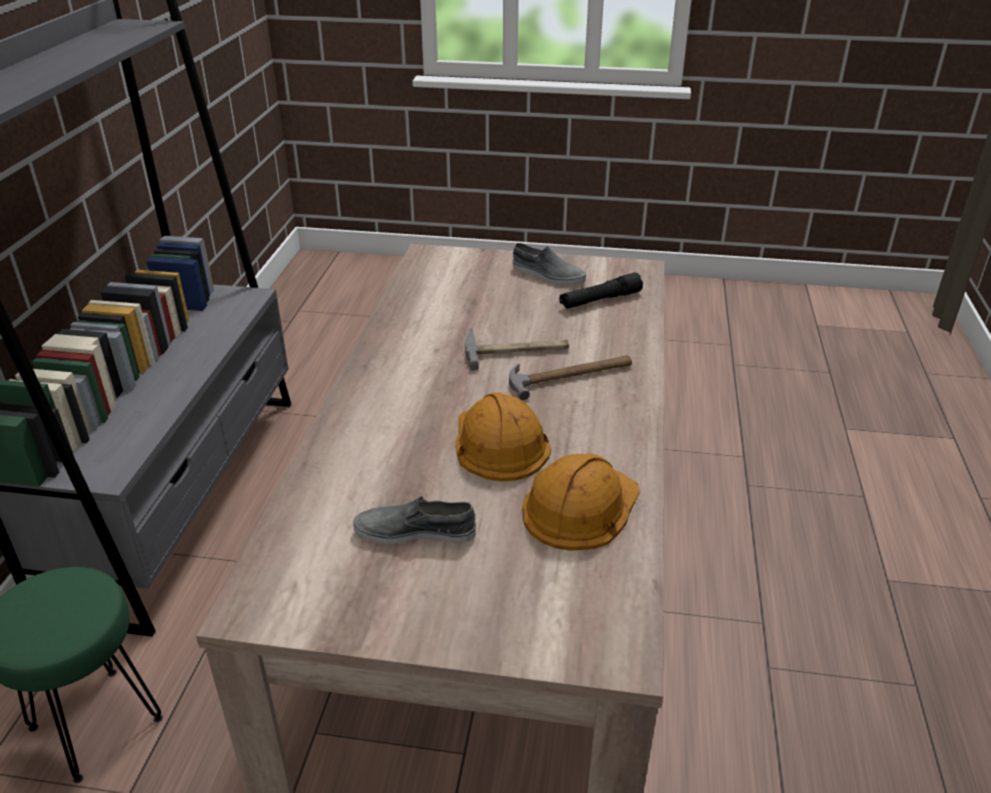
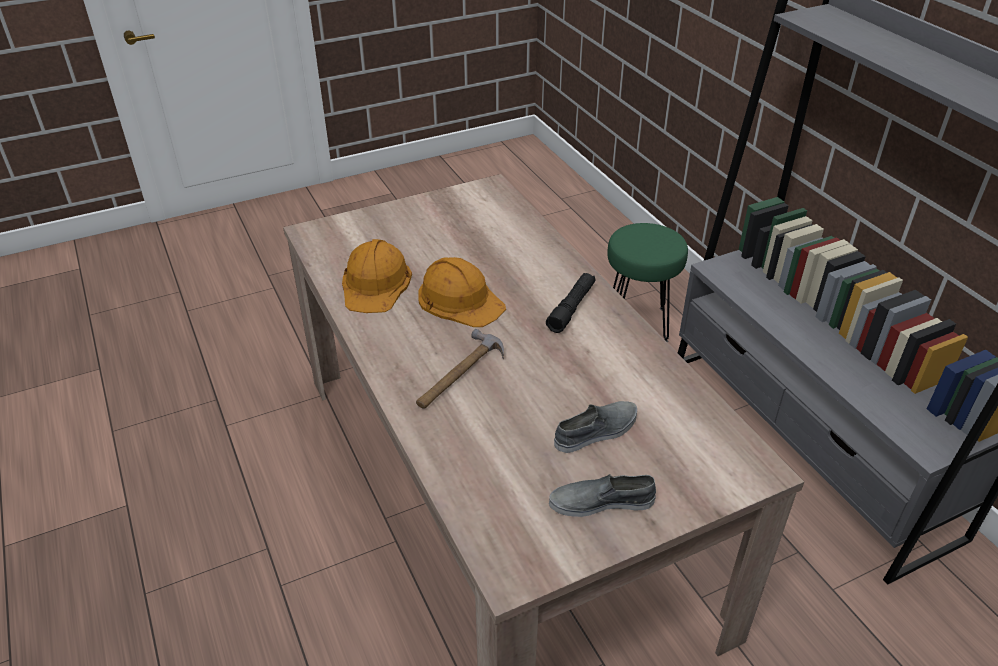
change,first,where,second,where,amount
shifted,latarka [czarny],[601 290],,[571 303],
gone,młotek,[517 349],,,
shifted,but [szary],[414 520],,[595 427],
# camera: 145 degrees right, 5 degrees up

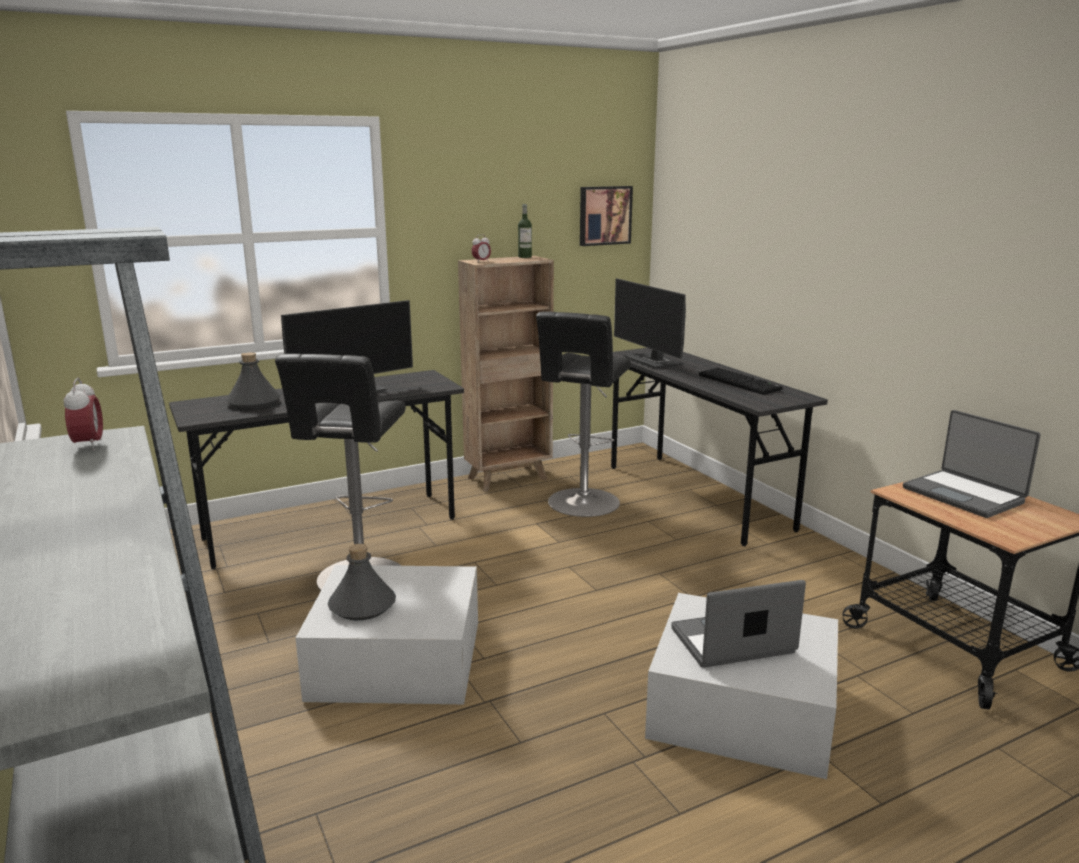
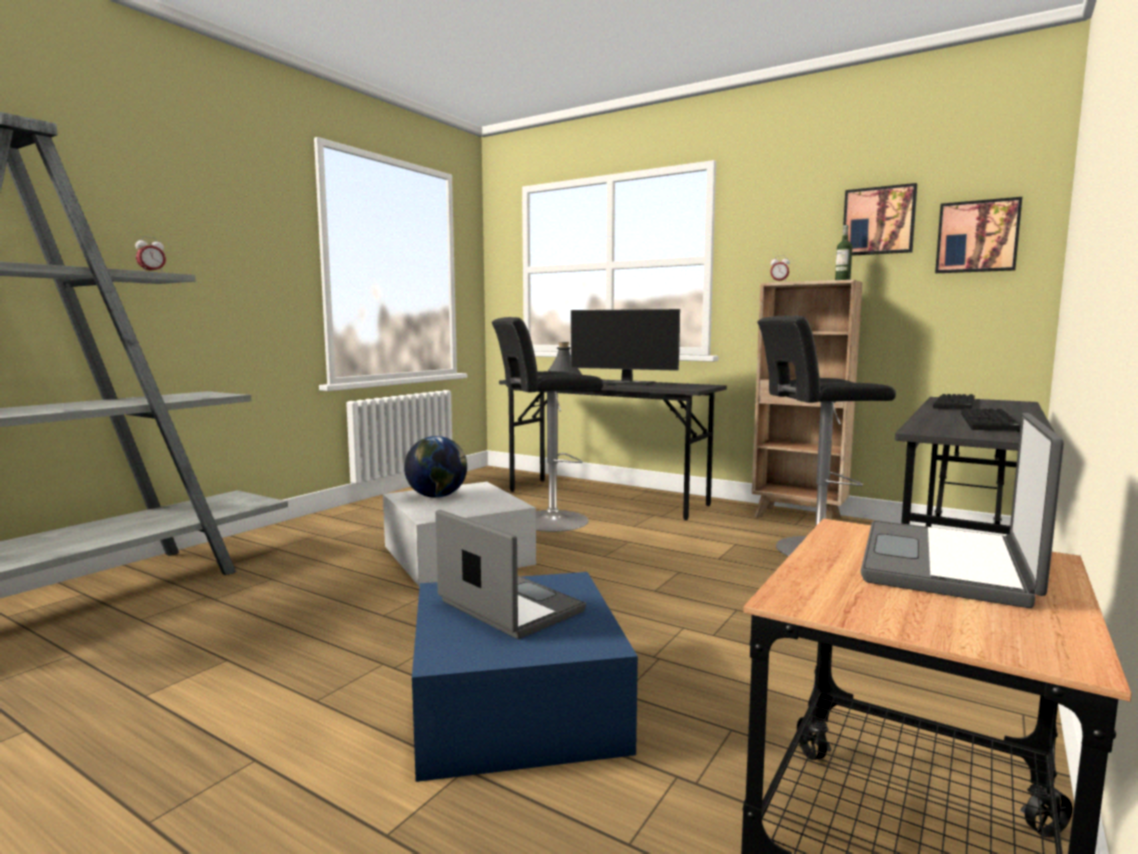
change,first,where,second,where,amount
swapped,monitor,[650 323],klawiatura,[954 401],
swapped,butelka [szary],[362 582],globus,[435 467],
repainted,pojemnik do przechowywania [biały],[741 686],pojemnik do przechowywania [niebieski],[525 677],
new,,,obraz,[880 219],
# camera: 60 degrees right, 10 degrees down

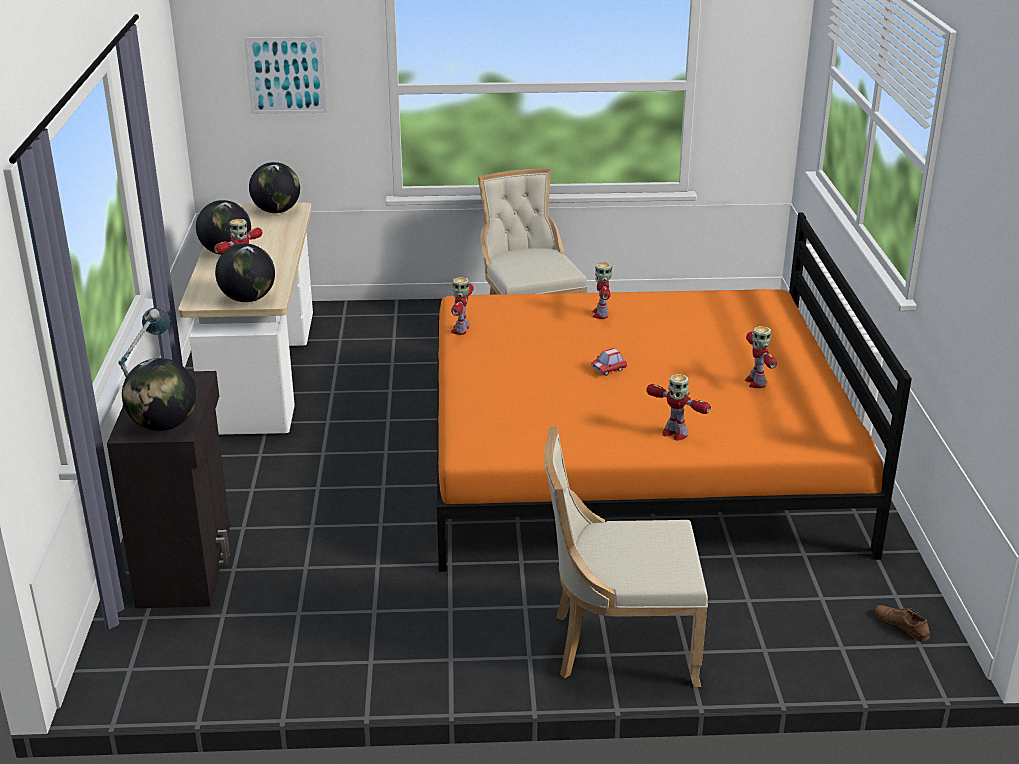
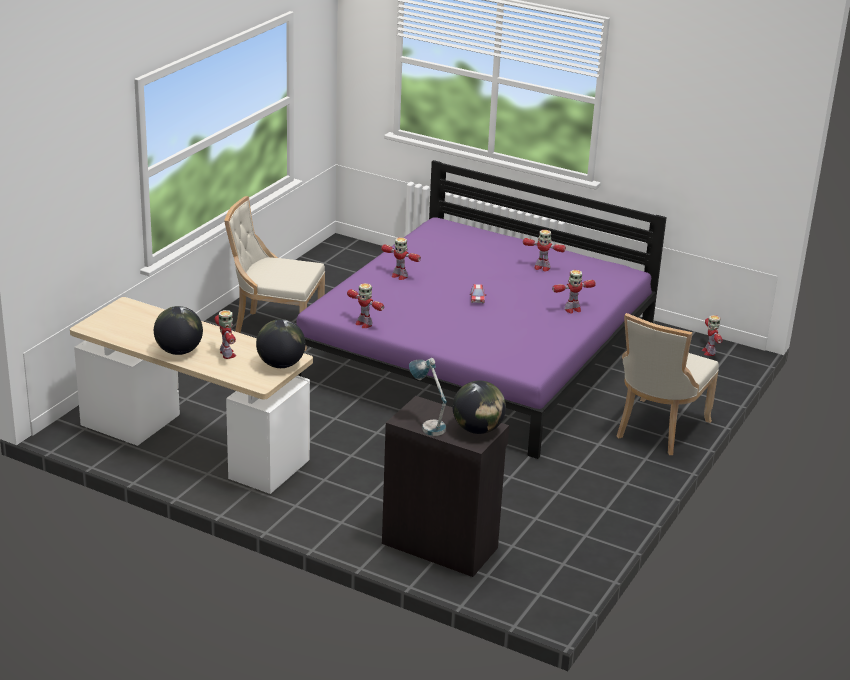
change,first,where,second,where,amount
gone,obraz,[285 75],,,
gone,globus,[274 187],,,
repainted,łóżko [pomarańczowy],[674 392],łóżko [fioletowy],[481 309],
swapped,but [brązowy],[902 623],robot zabawkowy,[712 335],
# camera: 60 degrees left, 0 degrees up

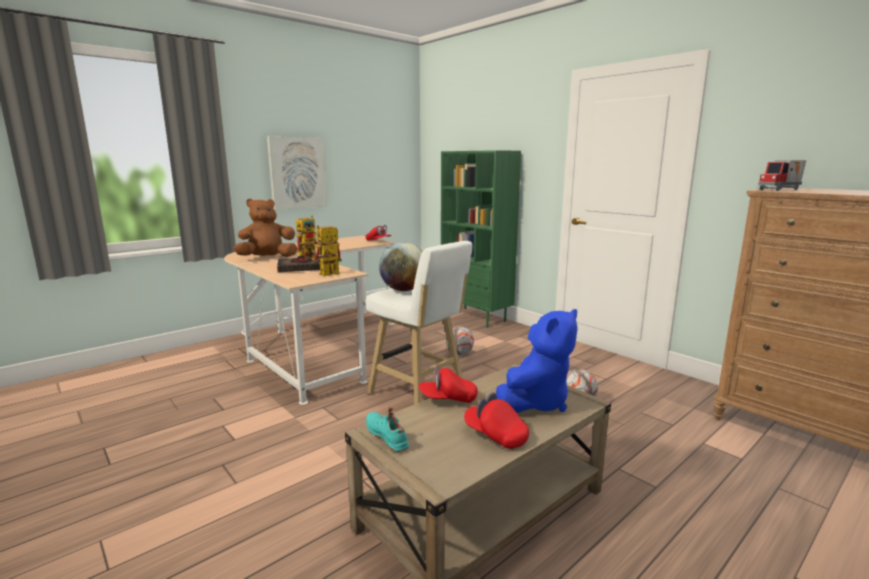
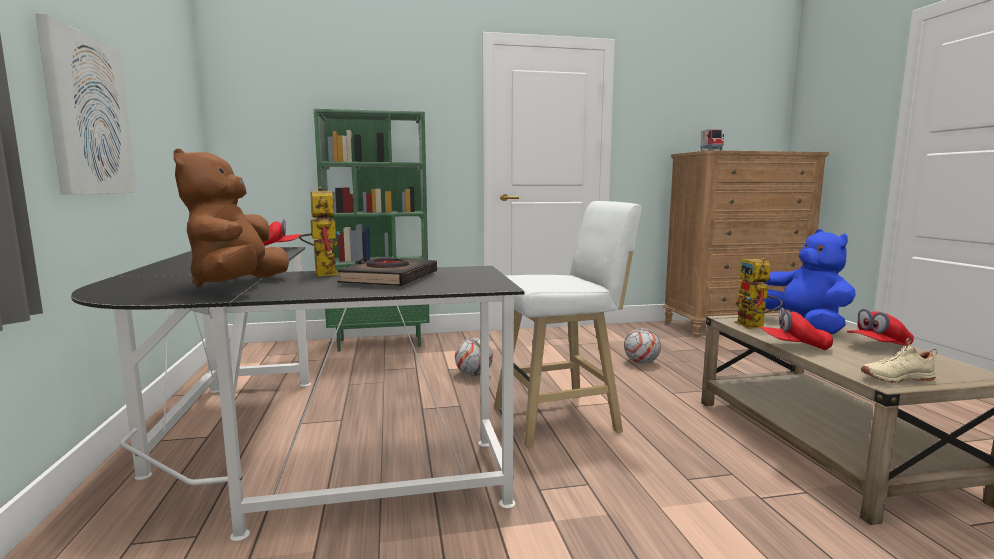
change,first,where,second,where,amount
shifted,robot zabawkowy,[327 250],,[759 293],
repainted,biurko [beżowy],[309 320],biurko [czarny],[298 394],
gone,globus,[401 266],,,
rotated,czapka z daszkiem [czerwony],[448 383],,[797 328],75 degrees clockwise
repainted,but [turkusowy],[387 429],but [beżowy],[899 360],
# camera: 60 degrees left, 5 degrees down

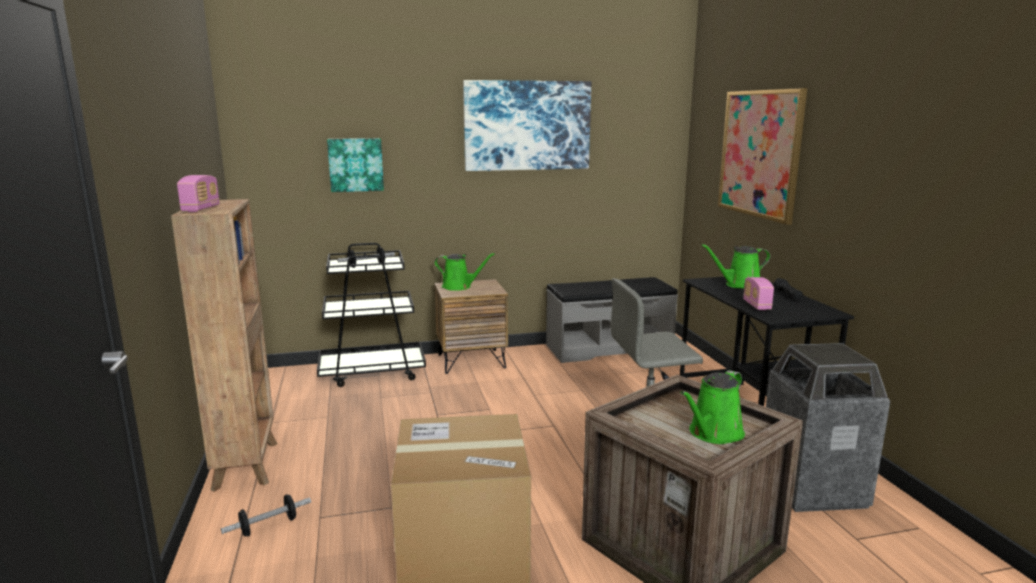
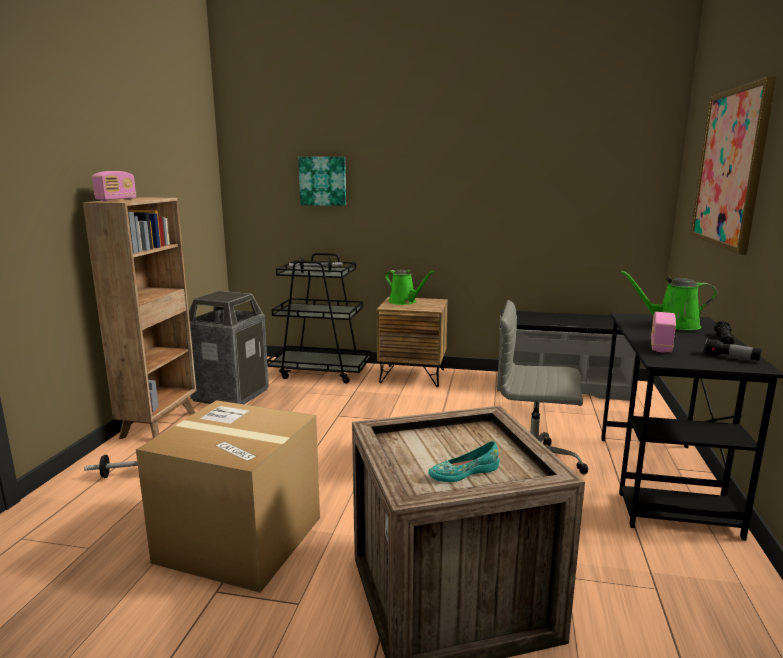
change,first,where,second,where,amount
gone,obraz,[527 125],,,
shifted,kosz na śmieci,[828 427],,[229 347],
swapped,konewka [zielony],[712 407],but [turkusowy],[463 461],
new,,,latarka,[733 349],
# camera: 25 degrees right, 0 degrees up

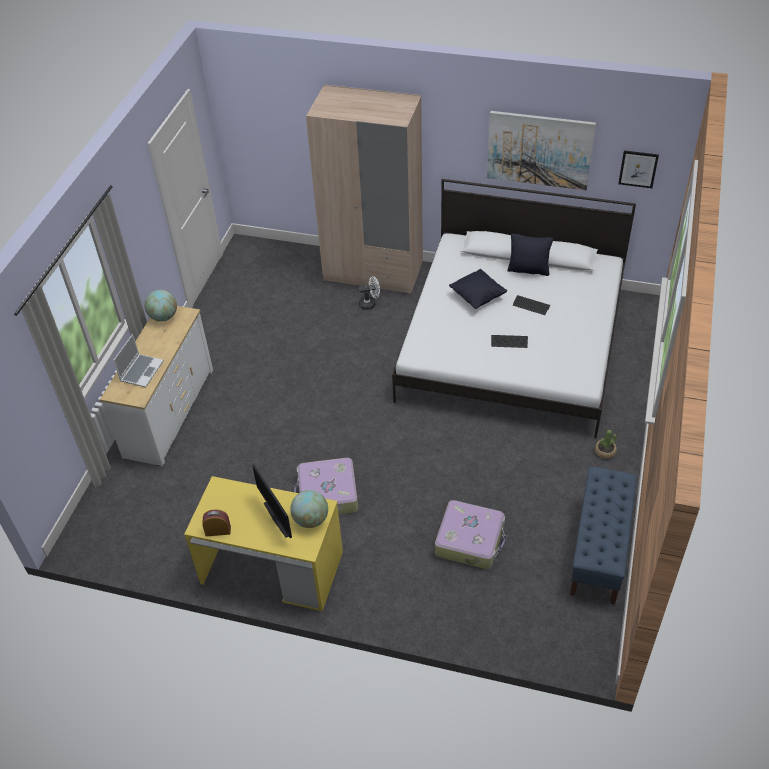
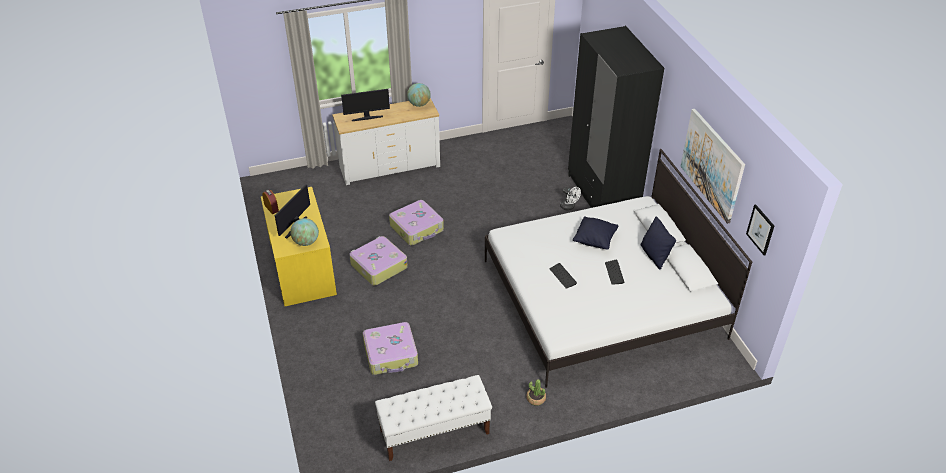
change,first,where,second,where,amount
repainted,szafa [beżowy],[364 189],szafa [czarny],[616 117],
swapped,laptop,[138 360],monitor,[365 105],
repainted,ławka [niebieski],[603 536],ławka [biały],[433 418],
new,,,walizka,[416 222],
# camera: 55 degrees right, 5 degrees down

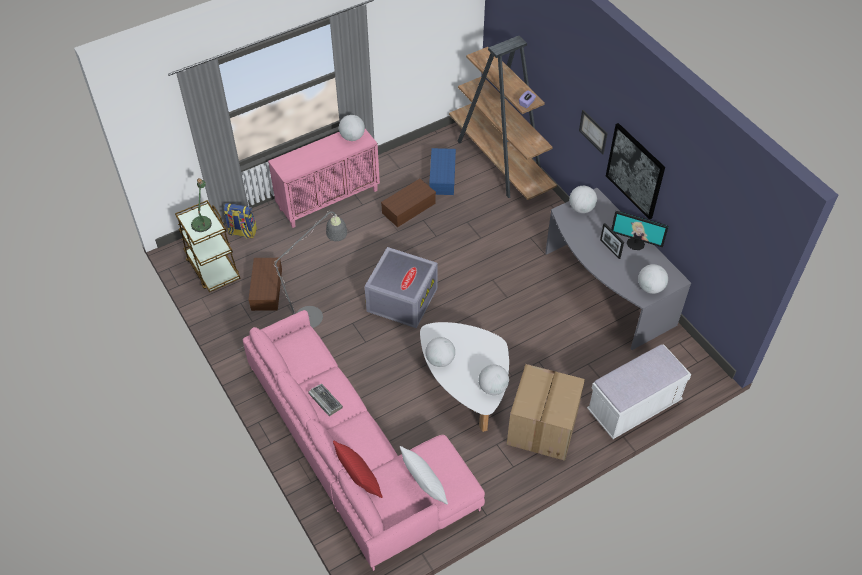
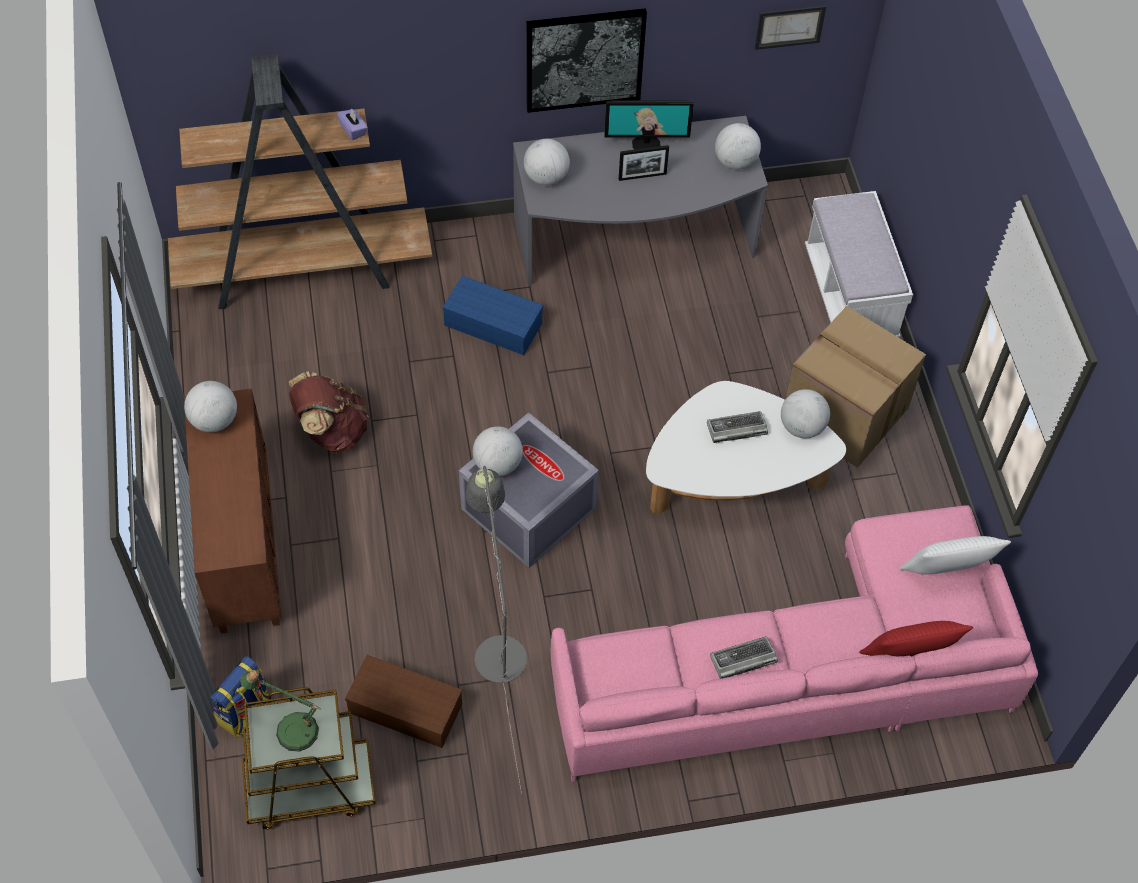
change,first,where,second,where,amount
shifted,obraz,[593 132],,[790 27],
repainted,szafka [różowy],[324 178],szafka [brązowy],[233 511],
shifted,pojemnik do przechowywania [niebieski],[442 171],,[492 315],
swapped,pojemnik do przechowywania [brązowy],[408 203],plecak [brązowy],[329 412],
rotated,monitor,[640 230],,[649 124],45 degrees clockwise
shifted,globus,[440 352],,[498 451],
new,,,klawiatura,[737 427],
# camera: 70 degrees left, 5 degrees up

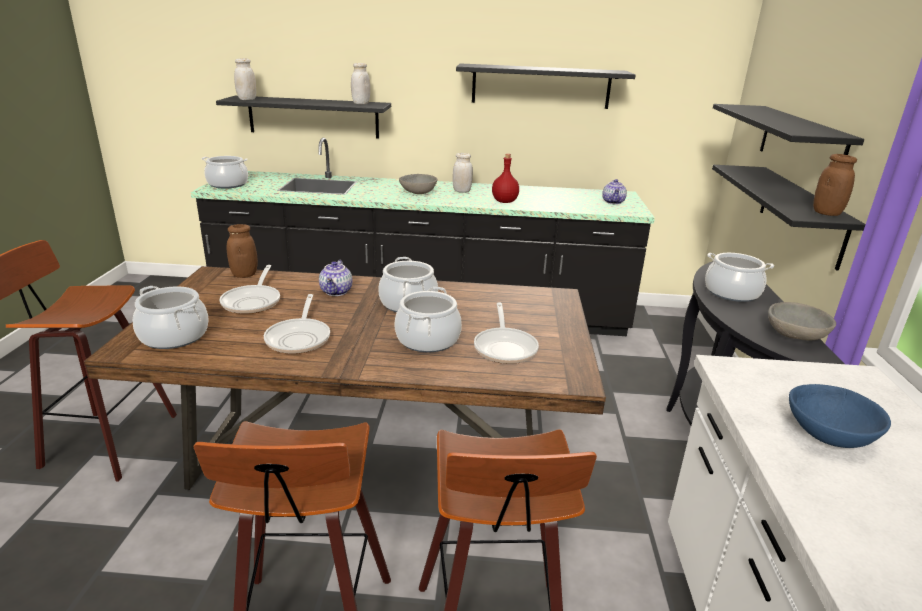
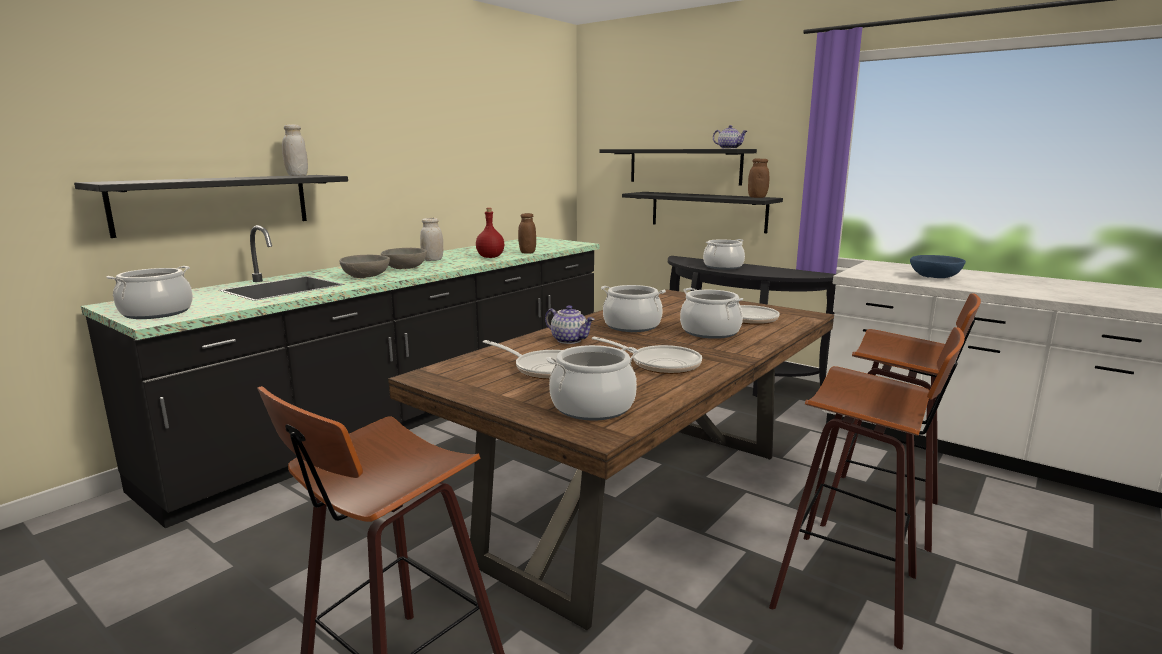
change,first,where,second,where,amount
gone,słoik [biały],[245 79],,,
gone,półka [czarny],[546 86],,,
shifted,imbryk,[614 191],,[730 137],
shifted,słoik [brązowy],[242 251],,[527 233],
shifted,miska [szary],[802 321],,[364 266],
# camera: 55 degrees left, 10 degrees down

